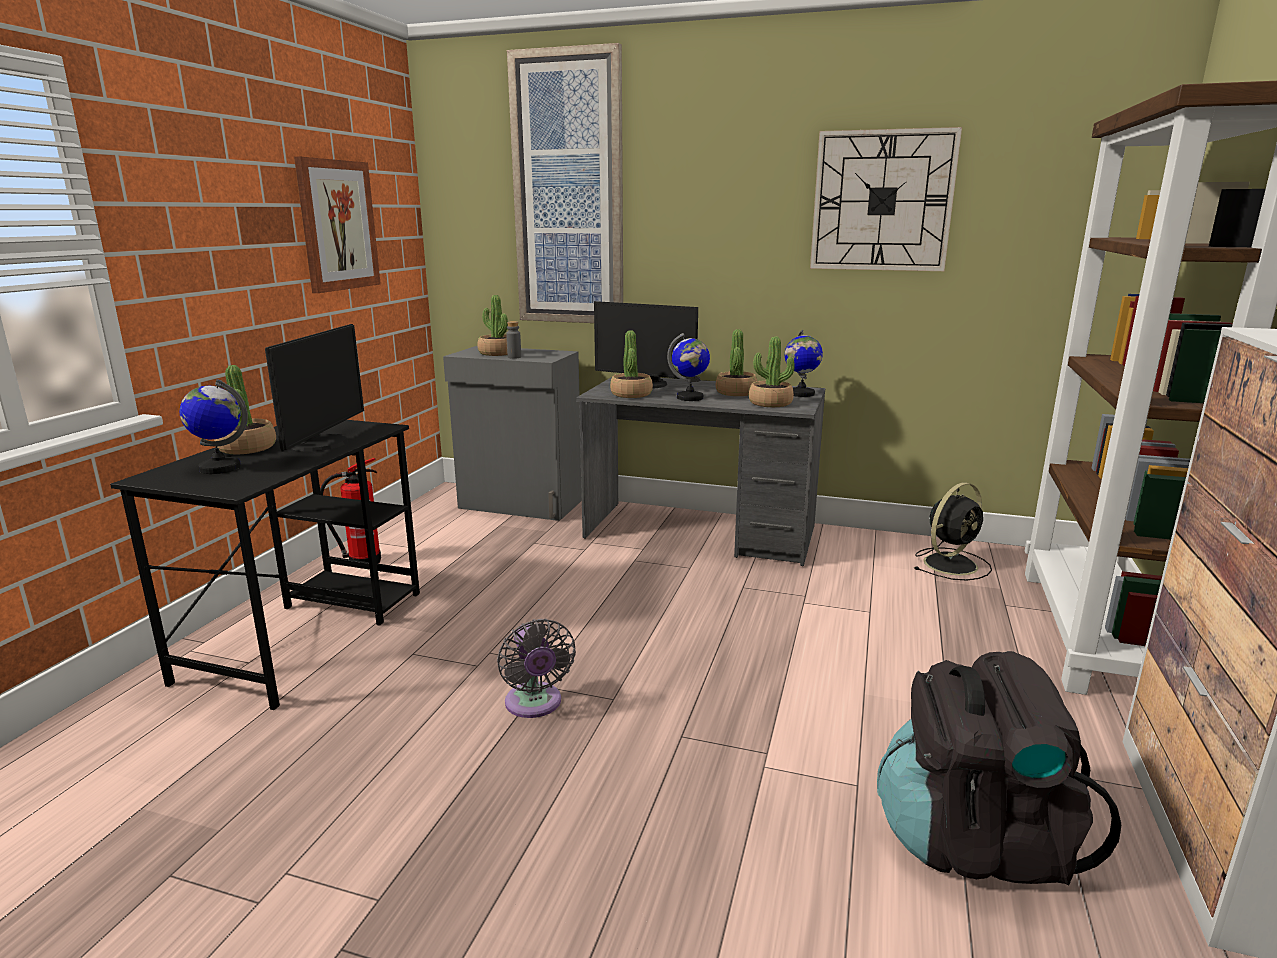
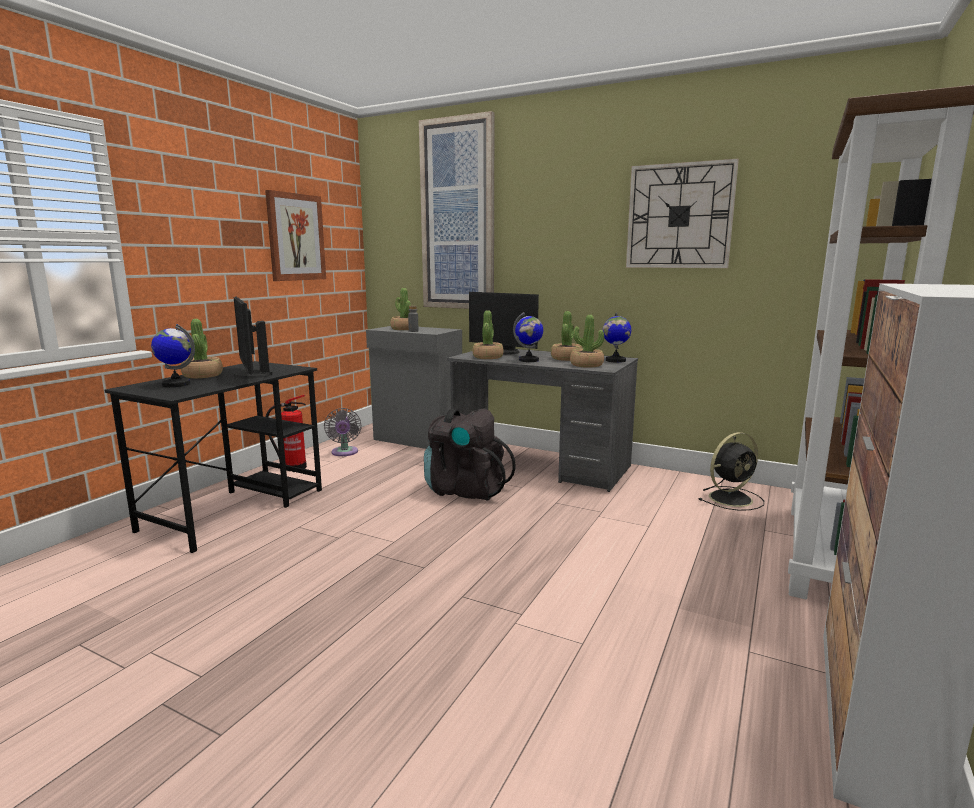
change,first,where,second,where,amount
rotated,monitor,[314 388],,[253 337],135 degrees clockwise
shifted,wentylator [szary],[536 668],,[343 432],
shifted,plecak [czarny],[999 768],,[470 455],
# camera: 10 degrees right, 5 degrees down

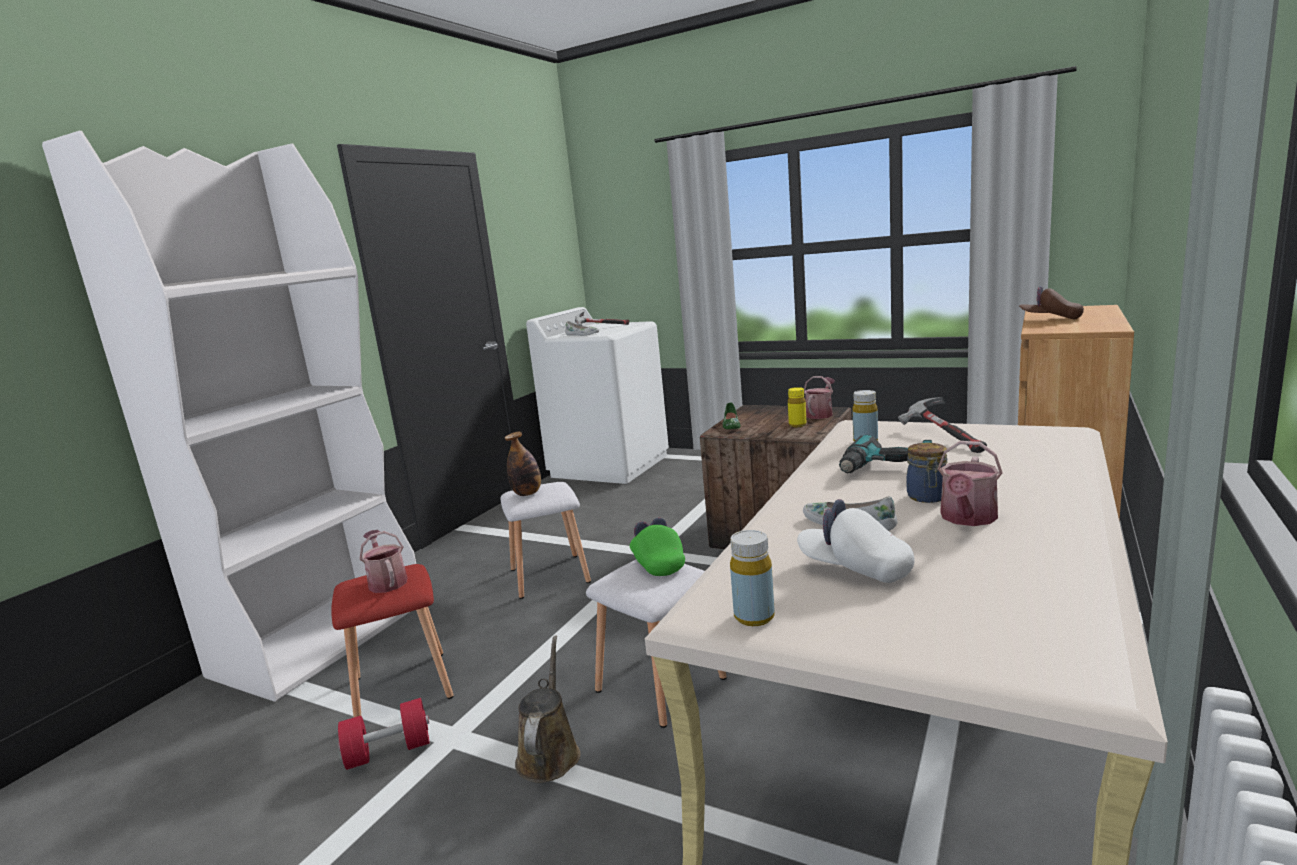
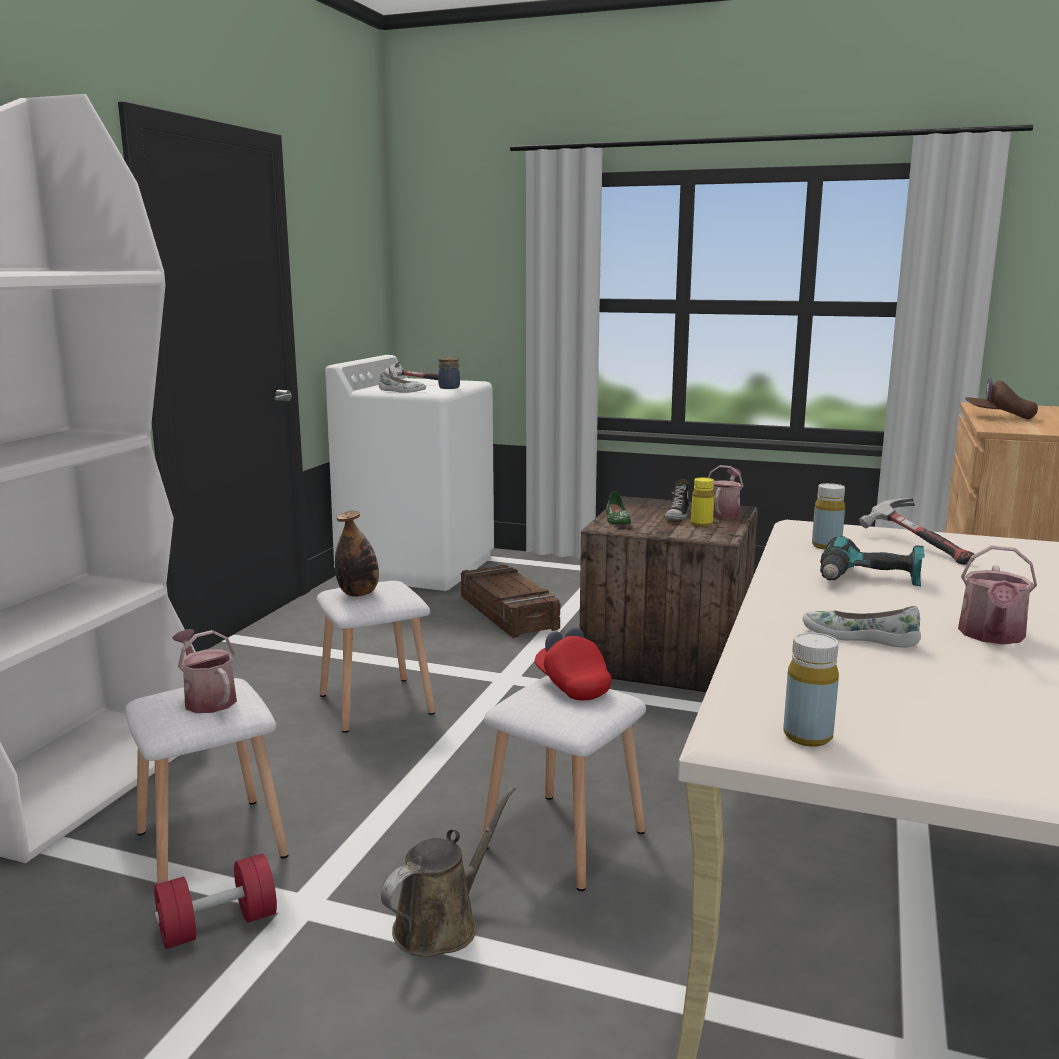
change,first,where,second,where,amount
shifted,słoik,[927 473],,[449 373],
gone,czapka z daszkiem [biały],[856 541],,,
repainted,czapka z daszkiem [zielony],[657 547],czapka z daszkiem [czerwony],[573 663],
repainted,stołek [czerwony],[392 640],stołek [biały],[207 781],
rotated,konewka [brązowy],[547 709],,[448 871],45 degrees clockwise
new,,,but,[677 499],
new,,,skrzynka,[510 601],
# camera: 10 degrees left, 0 degrees up

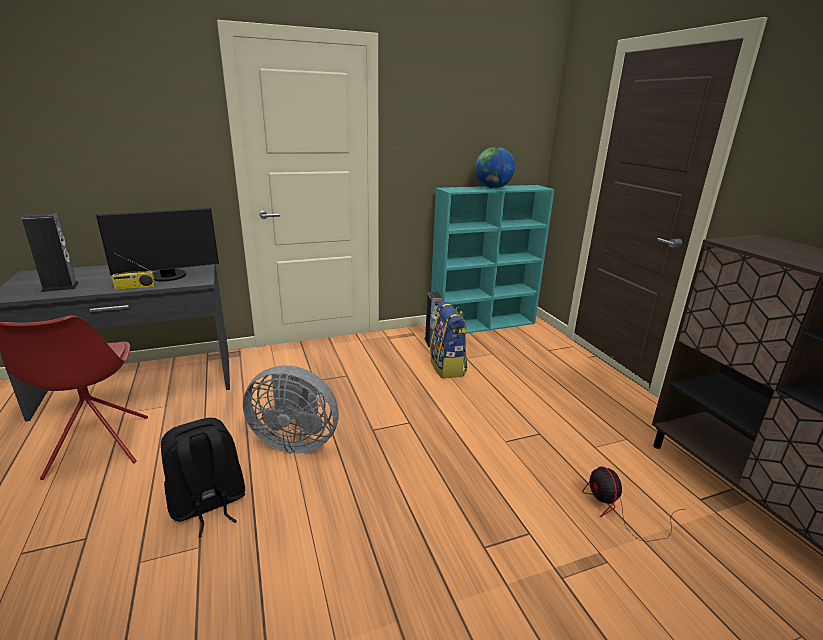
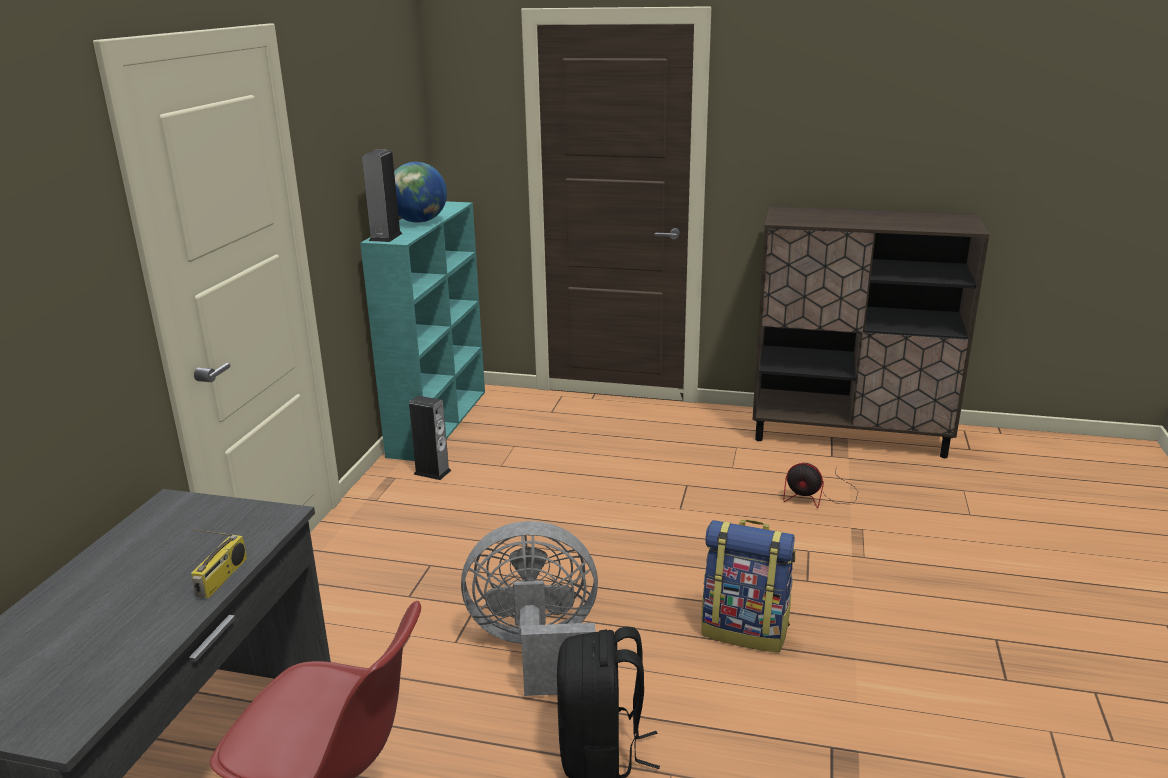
change,first,where,second,where,amount
gone,monitor,[157 244],,,
shifted,głośnik,[50 252],,[382 196],
shifted,plecak,[448 340],,[749 586],
rotated,wentylator [szary],[291 409],,[529 608],135 degrees counterclockwise
# camera: 55 degrees left, 0 degrees up

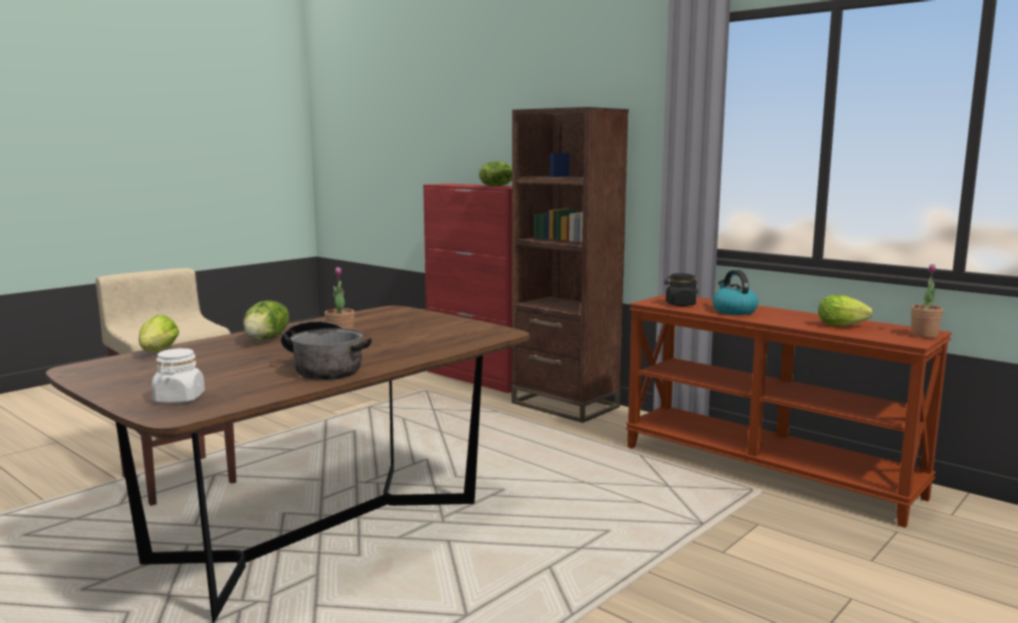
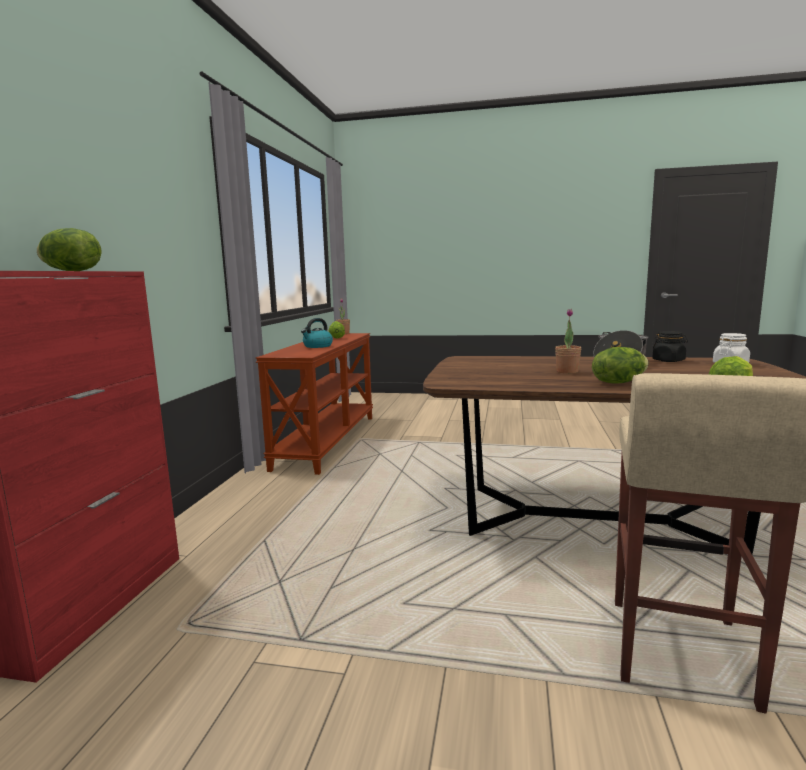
change,first,where,second,where,amount
gone,regał [brązowy],[570 265],,,
shifted,słoik [czarny],[681 289],,[670 346],
# camera: 120 degrees left, 0 degrees up

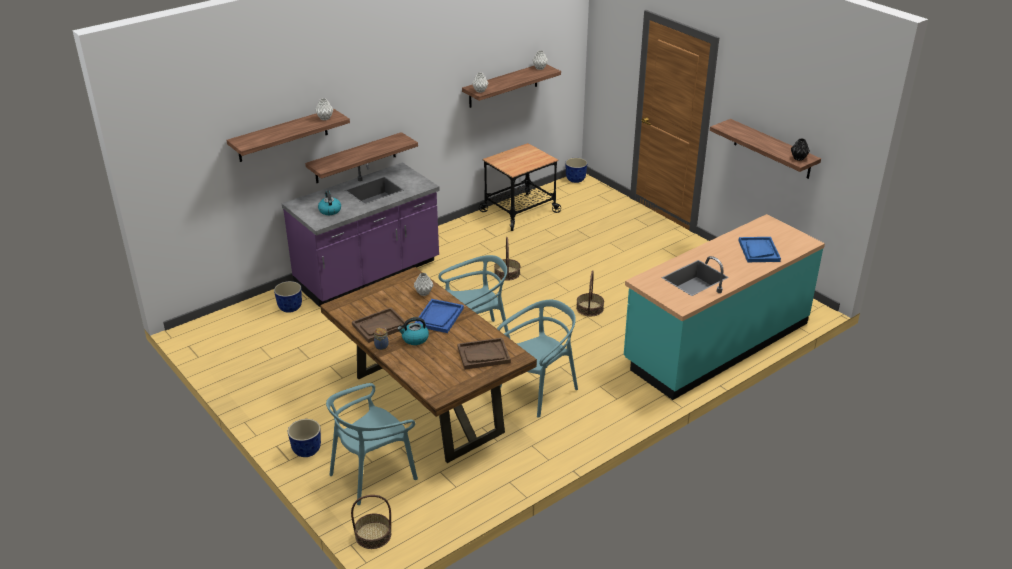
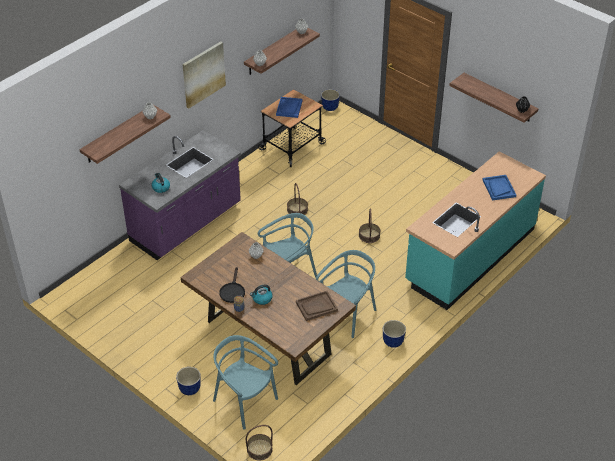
change,first,where,second,where,amount
gone,półka,[361 157],,,
shifted,donica,[288 297],,[394 334],
shifted,taca [niebieski],[439 316],,[289 107],
swapped,taca [brązowy],[380 325],patelnia [czarny],[232 285],
rotated,krzesło [turkusowy],[372 444],,[245 382],90 degrees clockwise
new,,,obraz,[204 75],
# camera: 10 degrees left, 10 degrees up

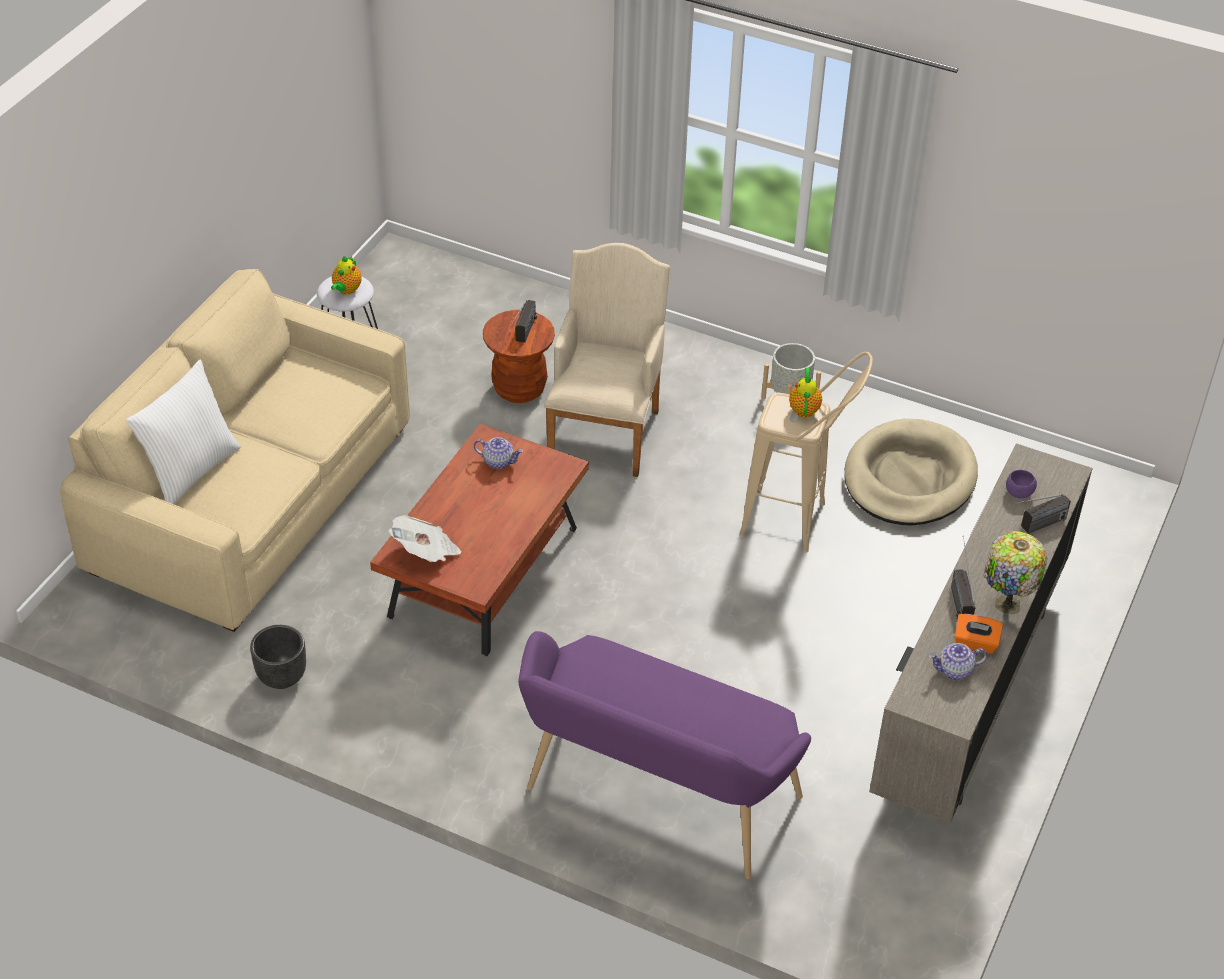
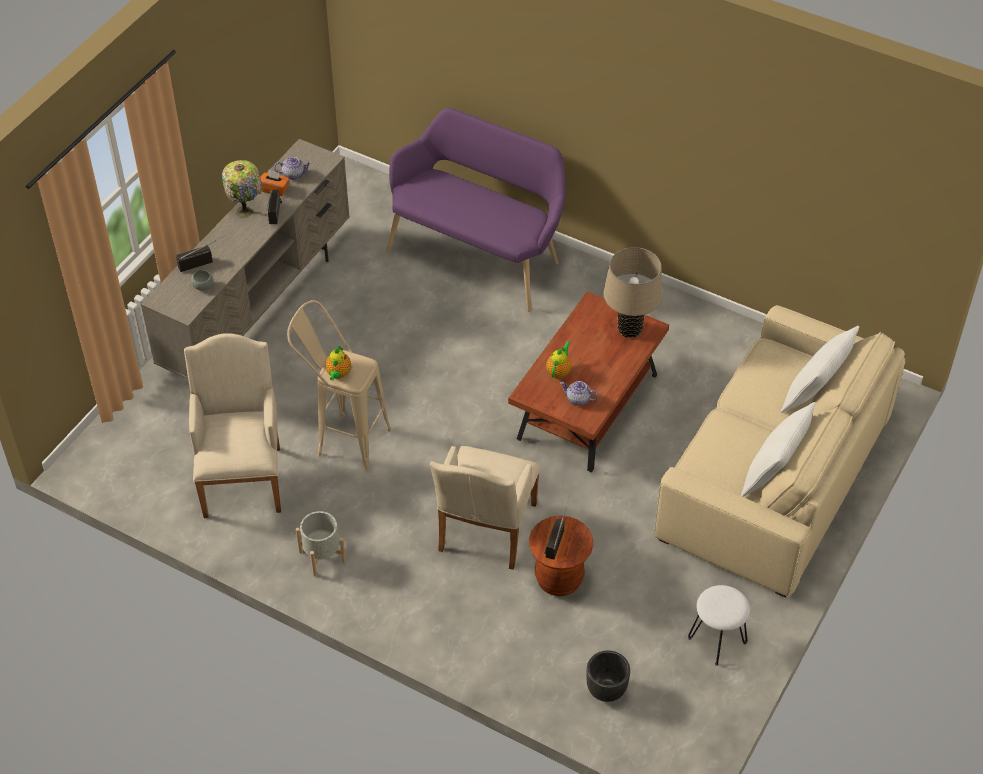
change,first,where,second,where,amount
shifted,imbryk,[346 275],,[558 360],
swapped,legowisko [beżowy],[911 472],fotel [beżowy],[232 425],
repainted,miska [fioletowy],[1021 484],miska [szary],[202 280],
swapped,gazeta,[424 538],lampa stołowa [beżowy],[633 292],
shifted,donica [czarny],[278 657],,[608 676],
new,,,poduszka [biały],[778 449],
# camera: 175 degrees left, 5 degrees up

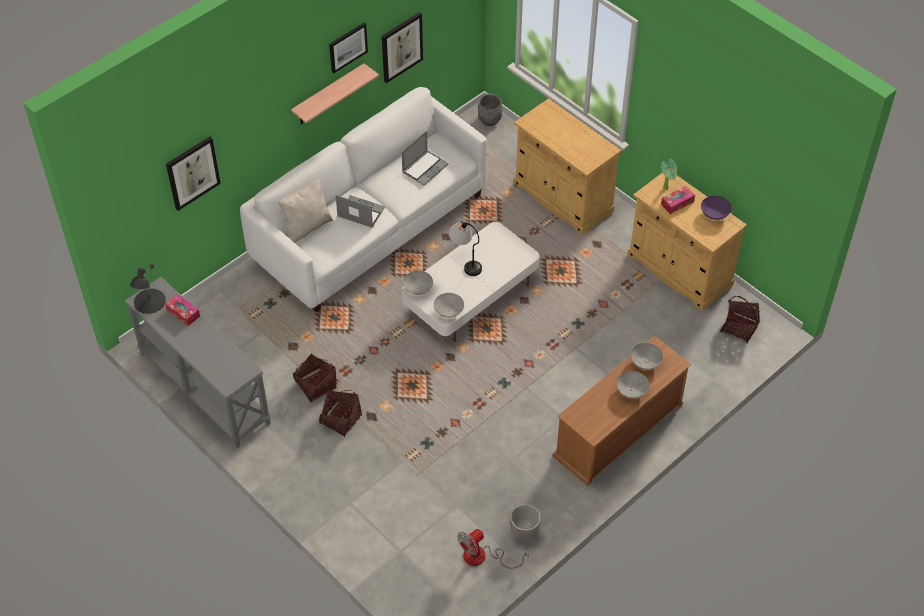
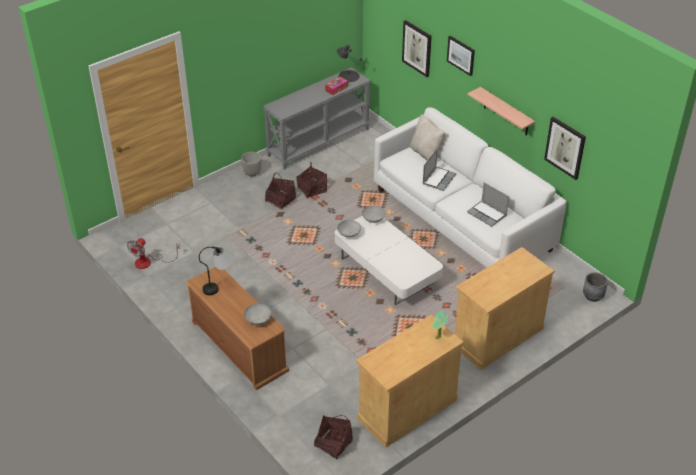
change,first,where,second,where,amount
shifted,obraz,[348 48],,[461 56],
gone,pudełko chusteczek,[678 200],,,
gone,miska [fioletowy],[716 208],,,
shifted,lampa stołowa,[465 248],,[217 271],
gone,miska [szary],[633 385],,,
shifted,donica,[525 522],,[251 164],
rotated,wentylator,[493 549],,[153 253],120 degrees counterclockwise
# camera: 95 degrees right, 10 degrees down

